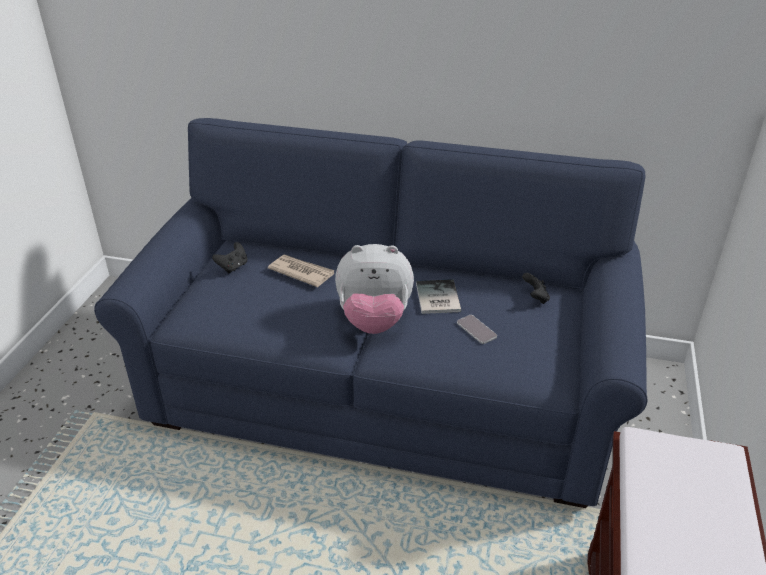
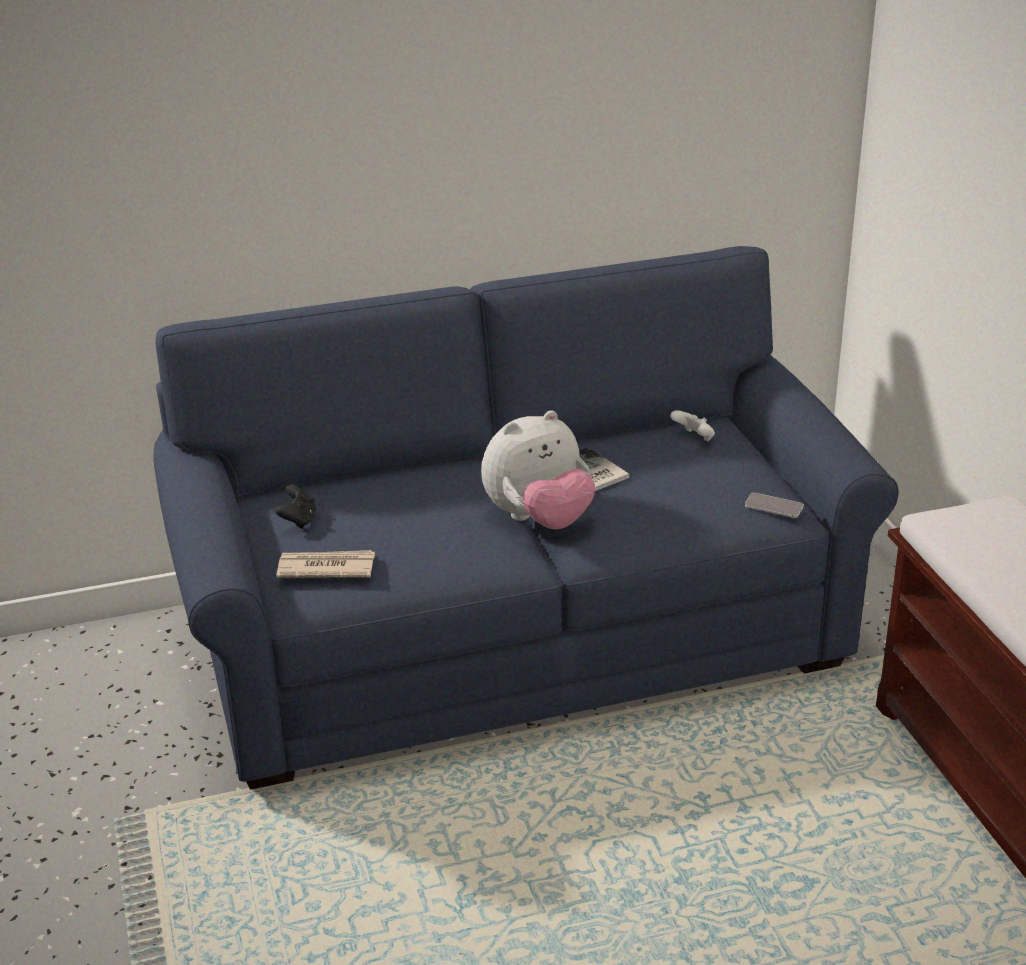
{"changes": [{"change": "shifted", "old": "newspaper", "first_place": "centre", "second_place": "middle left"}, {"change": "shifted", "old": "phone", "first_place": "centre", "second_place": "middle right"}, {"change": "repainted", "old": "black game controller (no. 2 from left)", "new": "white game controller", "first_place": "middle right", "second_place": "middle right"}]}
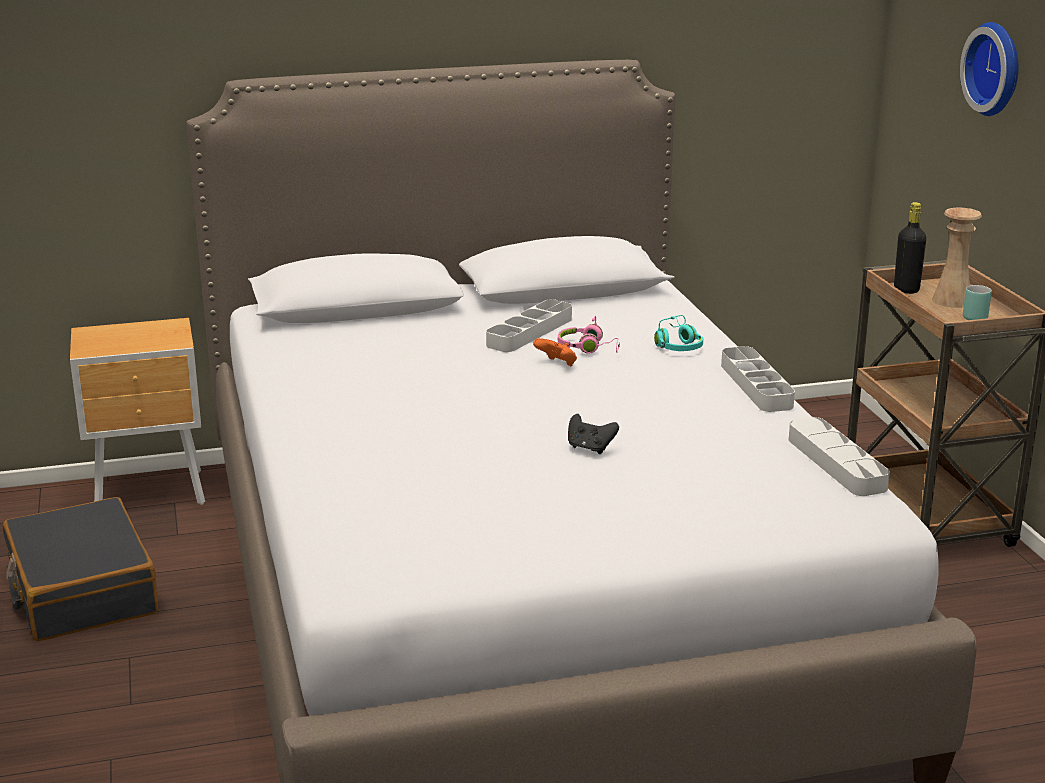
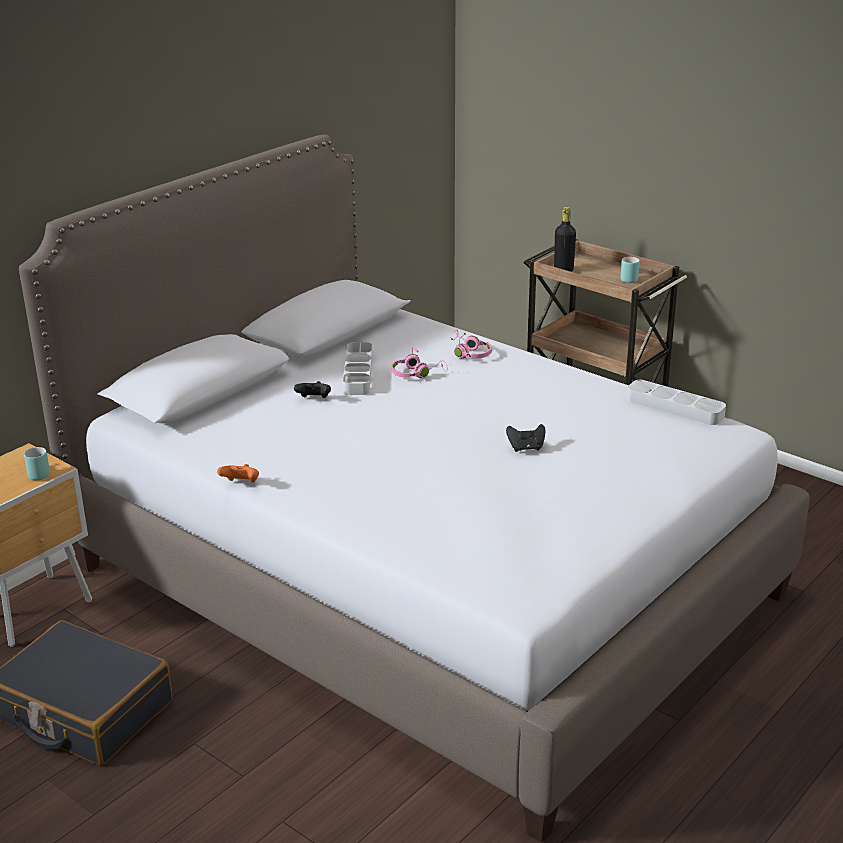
{"changes": [{"change": "gone", "old": "grey tray (no. 2 from left)", "first_place": "middle right"}, {"change": "gone", "old": "beige vase", "first_place": "top right"}, {"change": "gone", "old": "wall clock", "first_place": "top right"}, {"change": "new", "new": "turquoise mug (no. 1 from left)", "second_place": "middle left"}, {"change": "new", "new": "black game controller (no. 1 from left)", "second_place": "centre"}, {"change": "shifted", "old": "orange game controller", "first_place": "centre", "second_place": "middle left"}, {"change": "repainted", "old": "turquoise headphones", "new": "pink headphones (no. 2 from left)", "first_place": "centre", "second_place": "centre"}]}
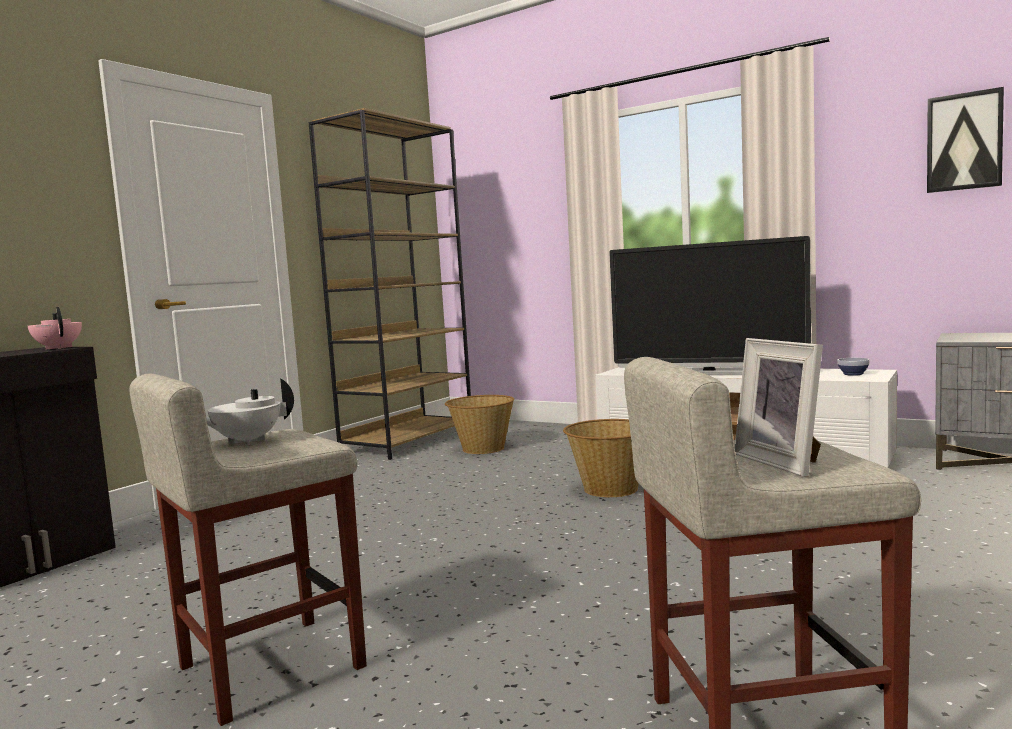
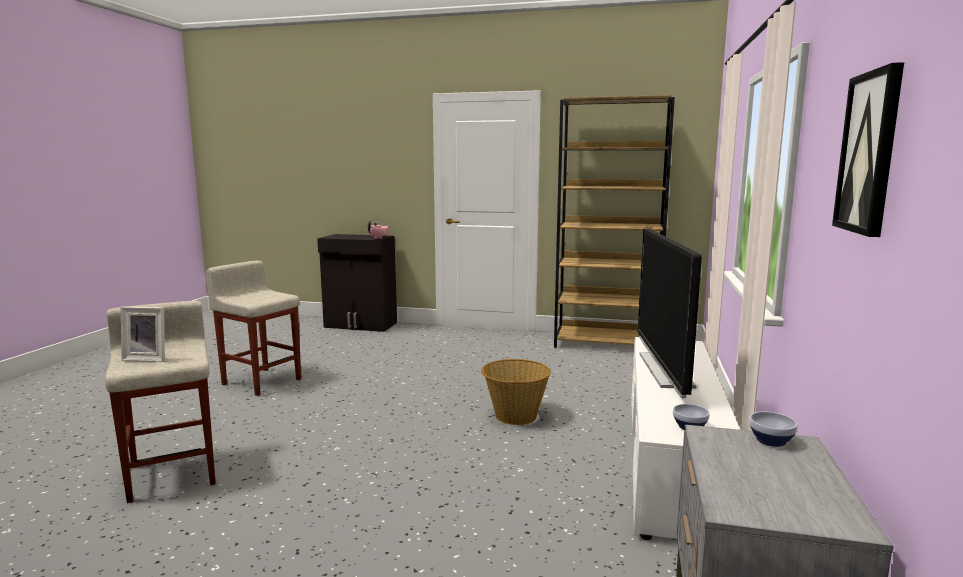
{"changes": [{"change": "gone", "old": "white teapot", "first_place": "middle left"}, {"change": "gone", "old": "basket (no. 1 from left)", "first_place": "centre"}, {"change": "new", "new": "bowl (no. 2 from left)", "second_place": "bottom right"}, {"change": "rotated", "old": "picture frame", "first_place": "middle right", "second_place": "middle left", "degrees": -135}]}
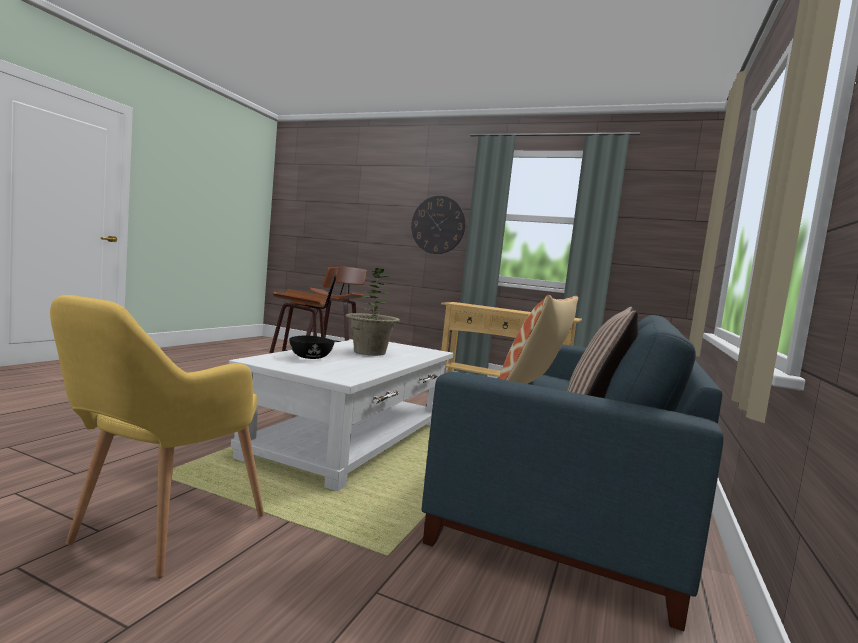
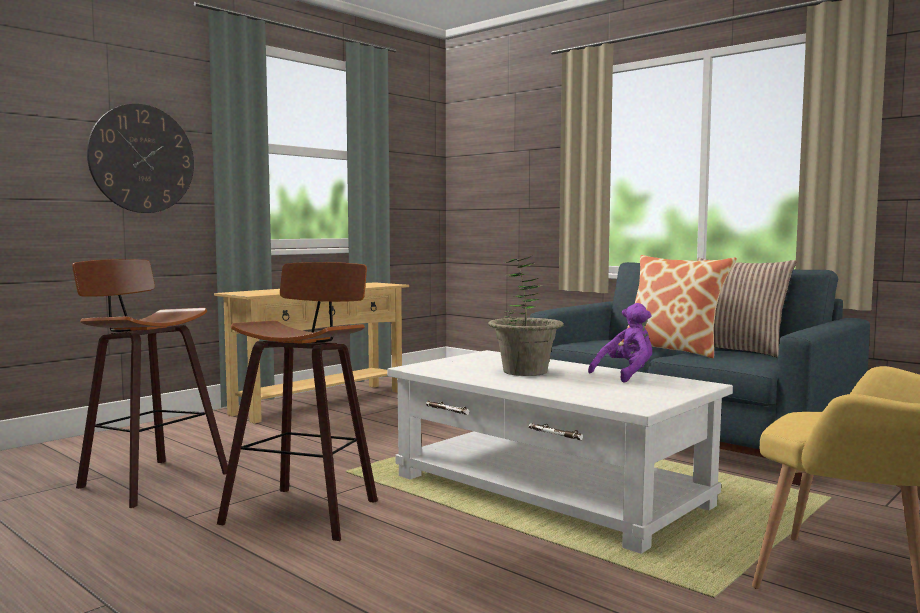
{"changes": [{"change": "gone", "old": "black bowl", "first_place": "centre"}, {"change": "new", "new": "purple plush toy", "second_place": "middle right"}]}
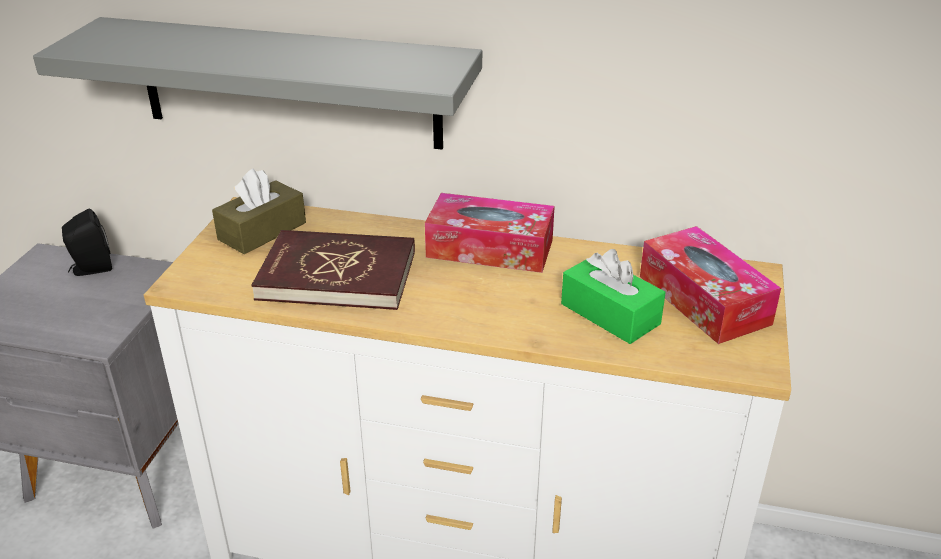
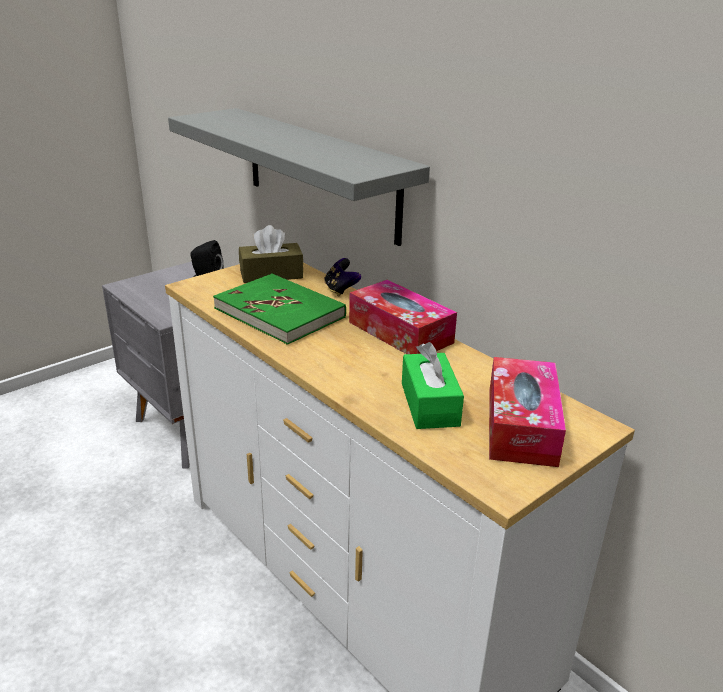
{"changes": [{"change": "new", "new": "game controller", "second_place": "centre"}, {"change": "repainted", "old": "red book", "new": "green book", "first_place": "centre", "second_place": "centre"}]}
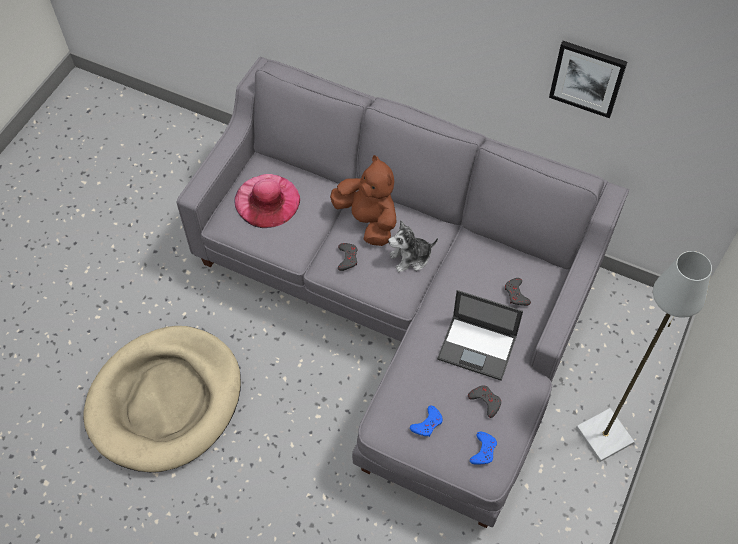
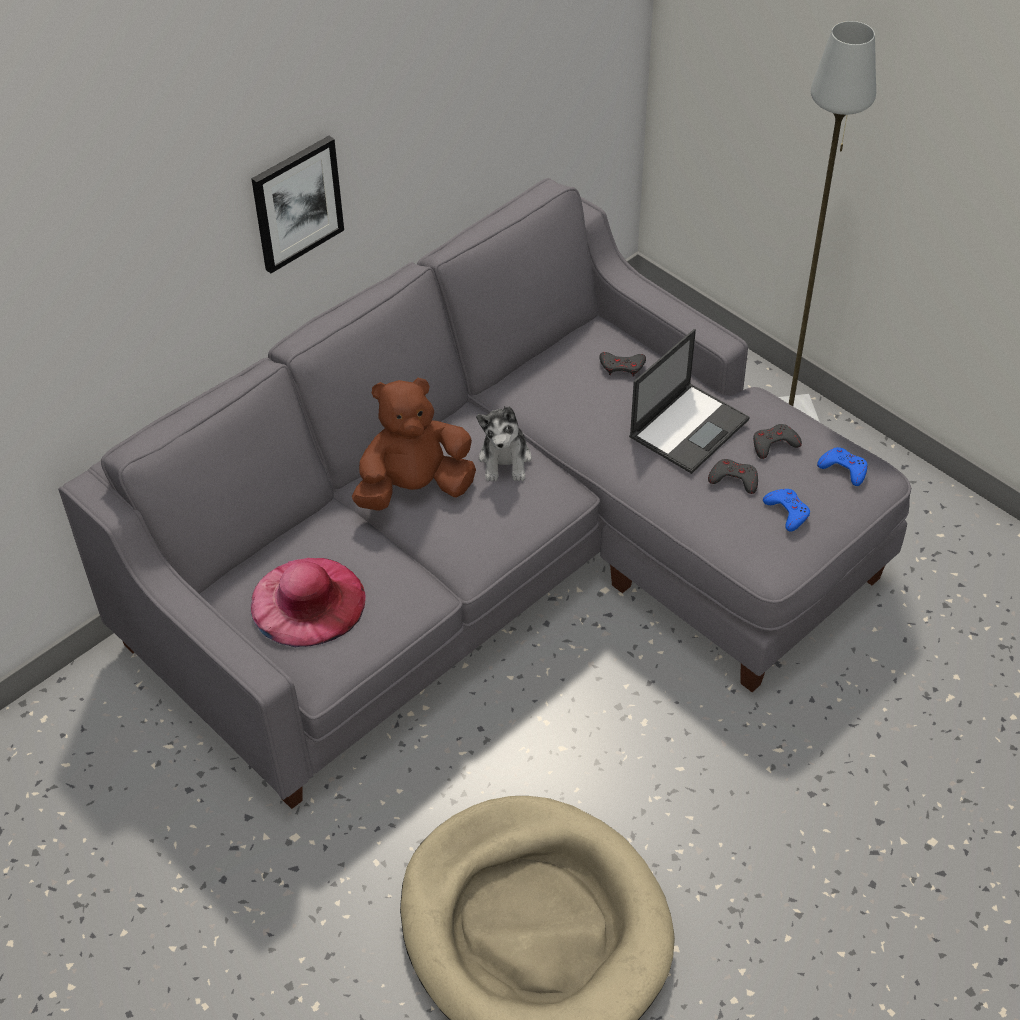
{"changes": [{"change": "shifted", "old": "grey game controller (no. 1 from left in the first image)", "new": "grey game controller (no. 2 from left)", "first_place": "centre", "second_place": "middle right"}, {"change": "shifted", "old": "picture", "first_place": "top right", "second_place": "top left"}]}
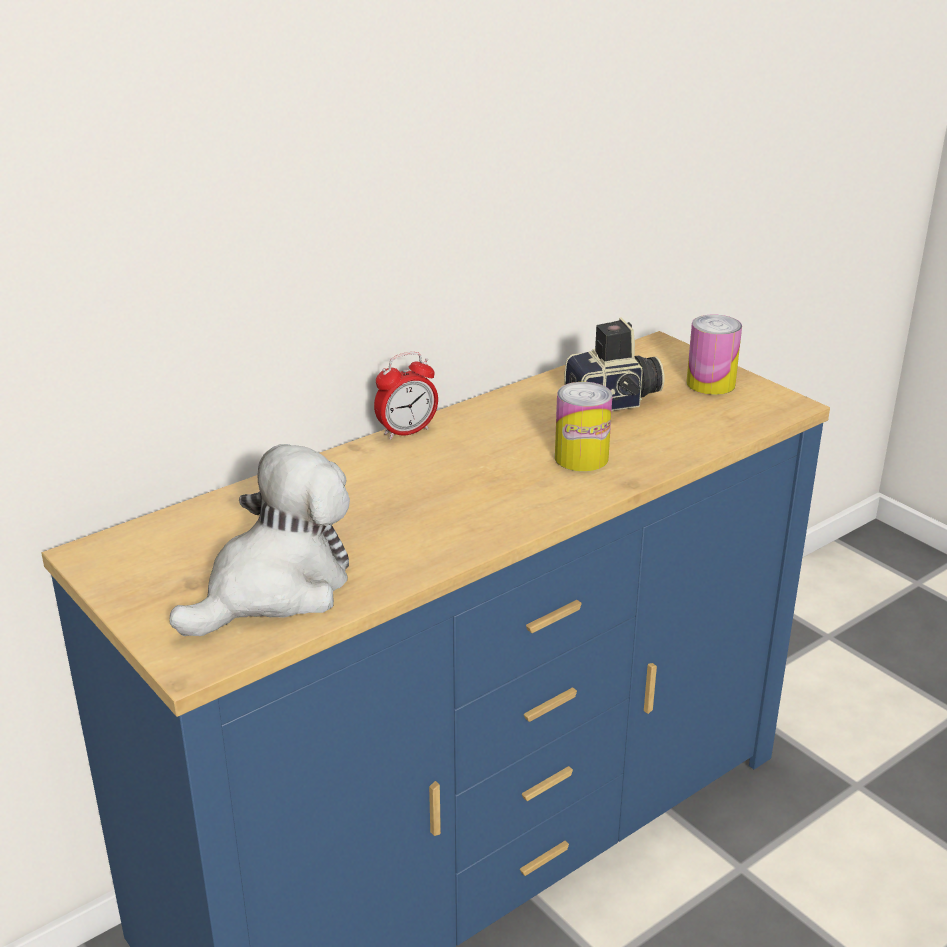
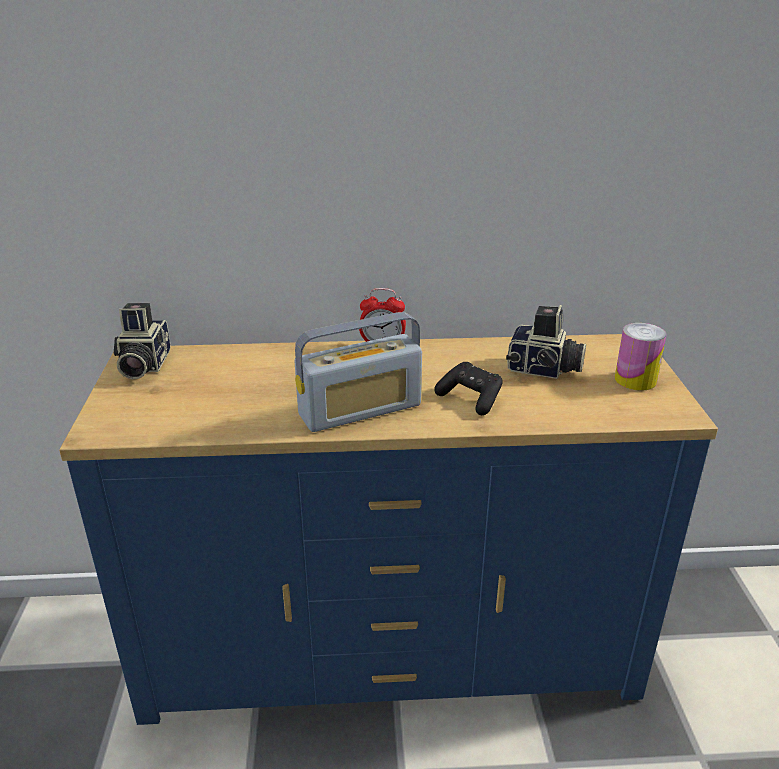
{"changes": [{"change": "gone", "old": "plush toy", "first_place": "middle left"}, {"change": "new", "new": "photo camera (no. 1 from left)", "second_place": "middle left"}, {"change": "new", "new": "radio", "second_place": "centre"}, {"change": "swapped", "old": "can (no. 1 from left)", "new": "black game controller", "first_place": "centre", "second_place": "centre"}]}
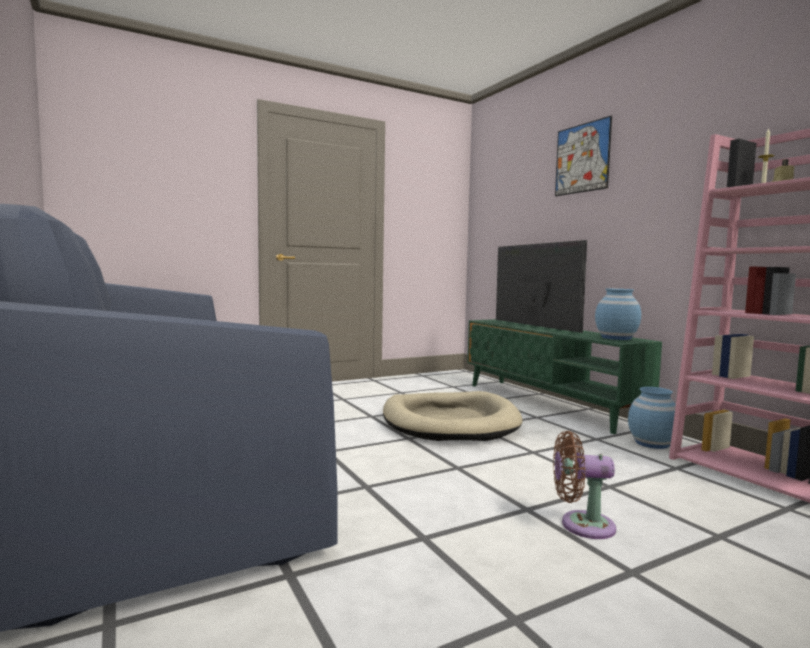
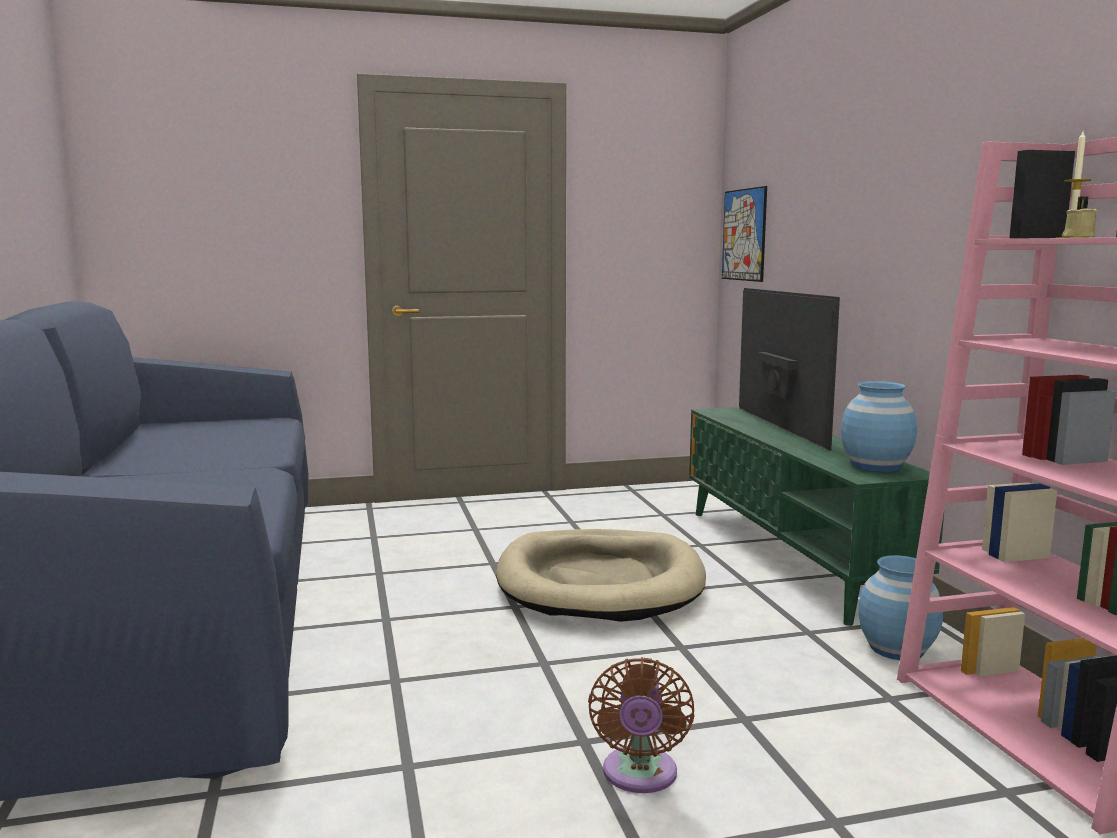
{"changes": [{"change": "shifted", "old": "picture", "first_place": "top right", "second_place": "top centre"}, {"change": "rotated", "old": "brown fan", "first_place": "bottom right", "second_place": "bottom centre", "degrees": -105}]}
